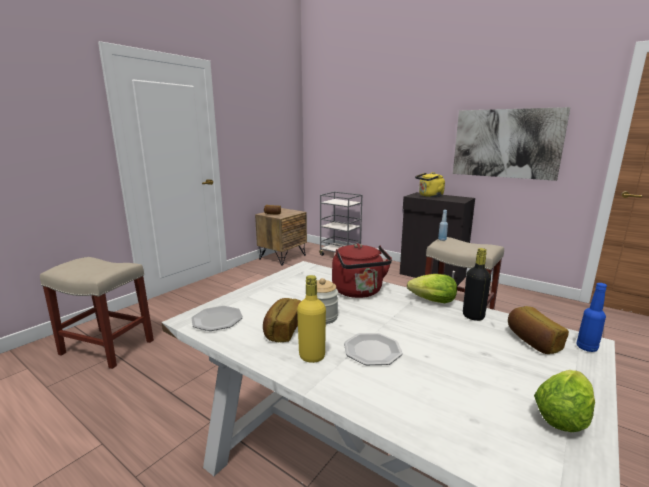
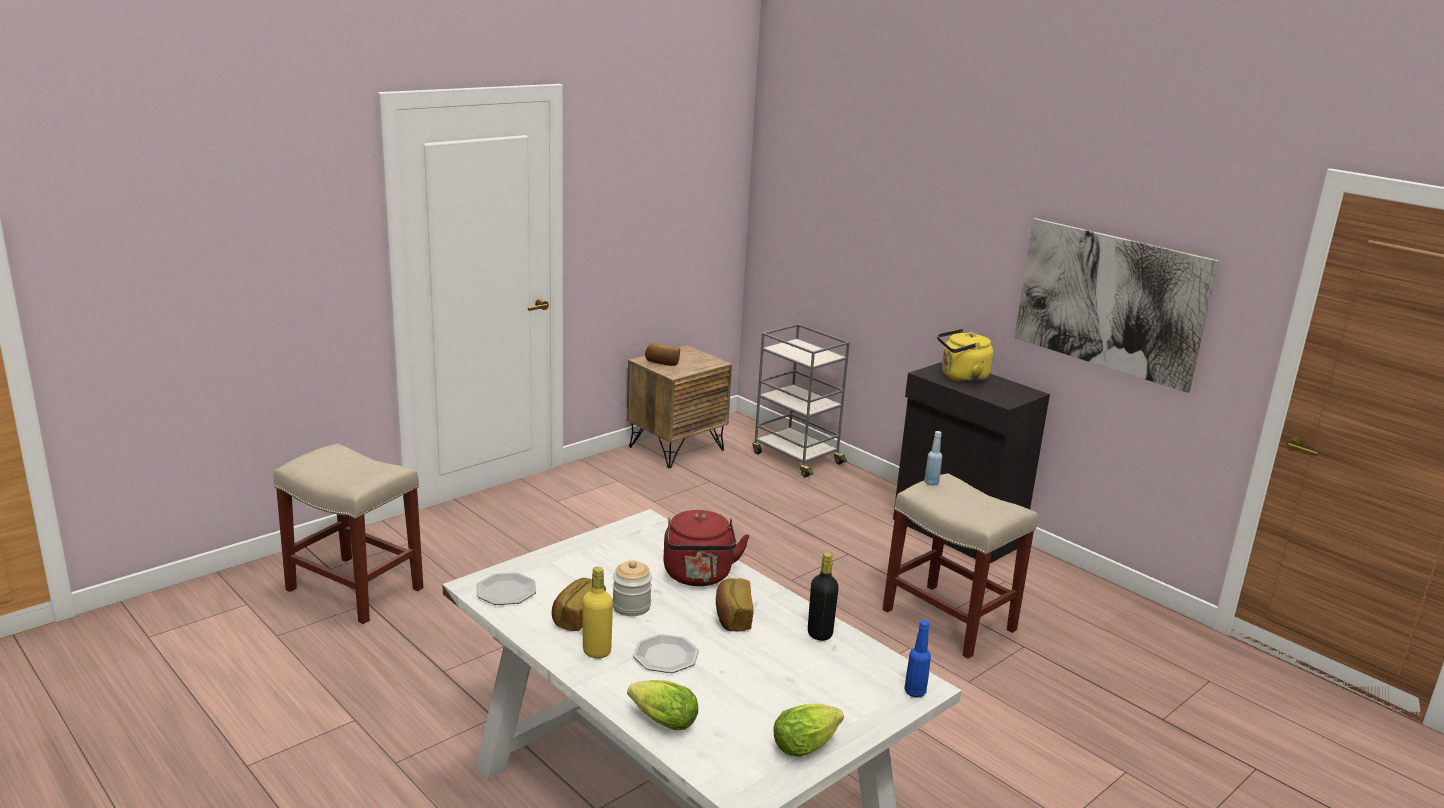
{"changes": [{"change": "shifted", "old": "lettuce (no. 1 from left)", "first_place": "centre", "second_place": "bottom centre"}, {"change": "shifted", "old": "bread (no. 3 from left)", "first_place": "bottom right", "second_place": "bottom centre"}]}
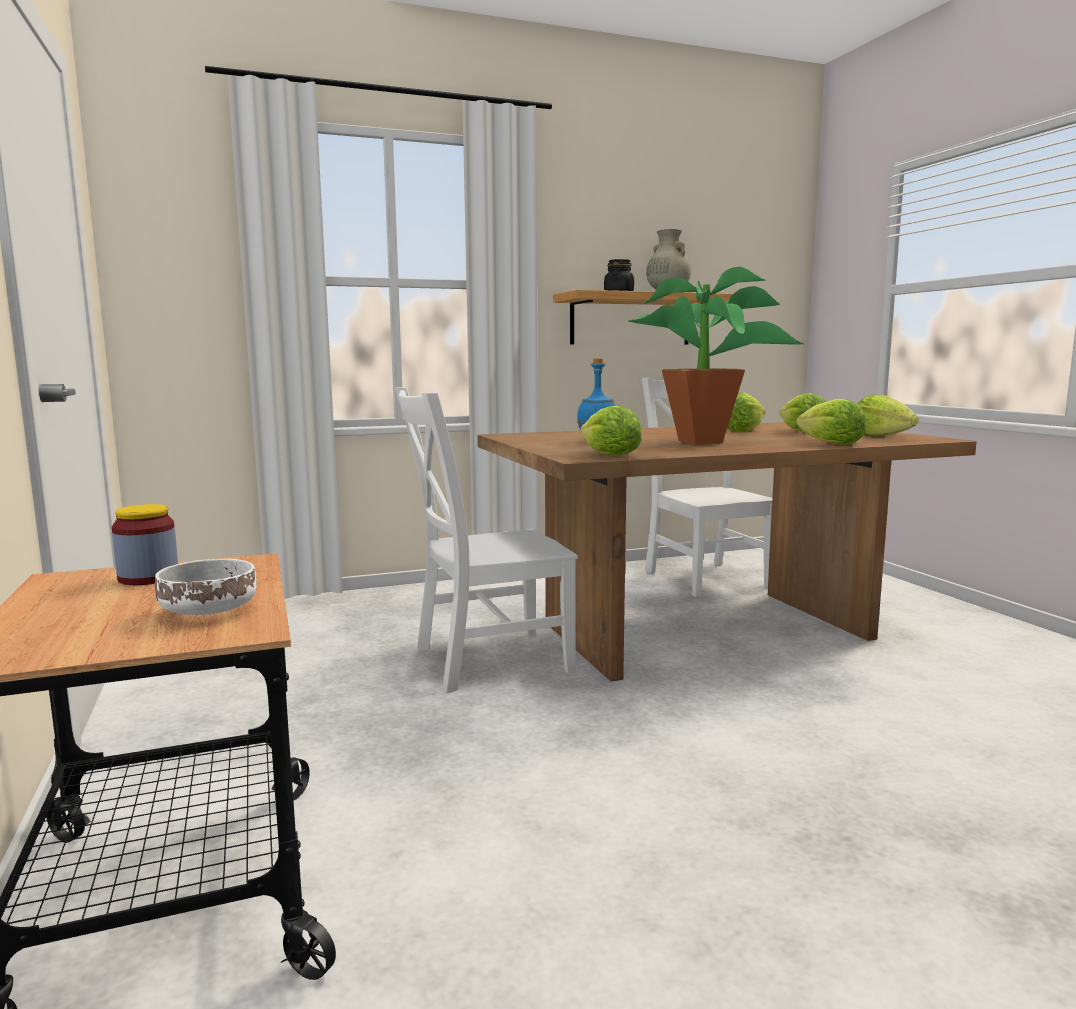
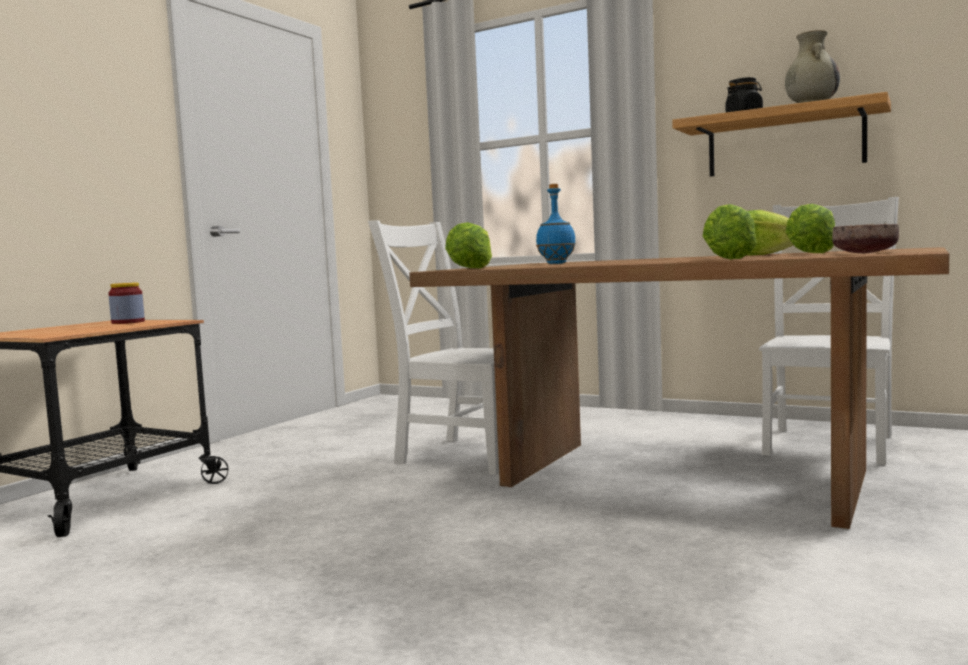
{"changes": [{"change": "gone", "old": "white bowl", "first_place": "middle left"}, {"change": "gone", "old": "potted plant", "first_place": "centre"}, {"change": "swapped", "old": "lettuce (no. 5 from left)", "new": "brown bowl", "first_place": "middle right", "second_place": "middle right"}]}
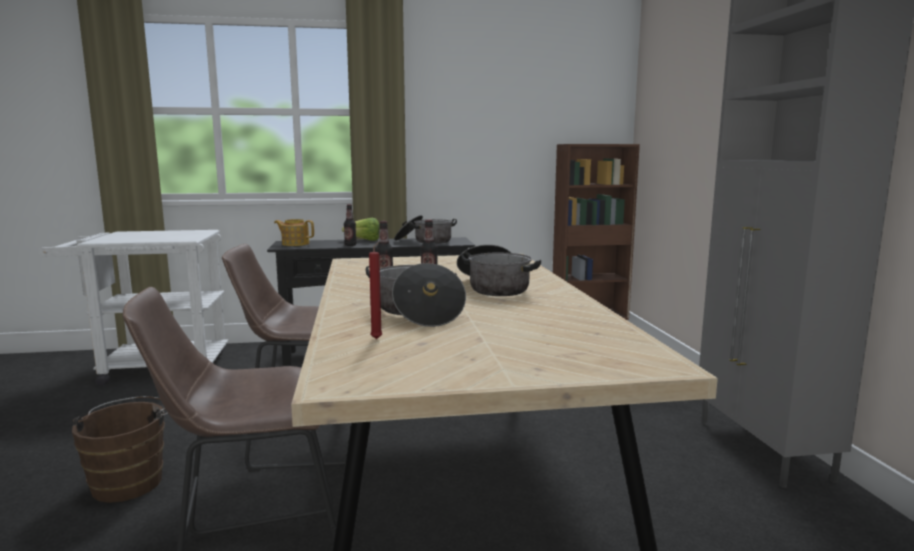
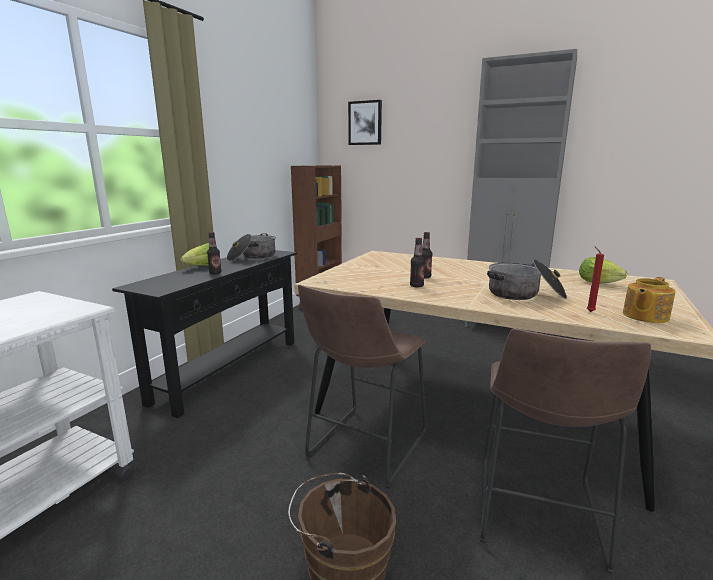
{"changes": [{"change": "gone", "old": "cooking pot (no. 3 from left)", "first_place": "centre"}, {"change": "new", "new": "picture", "second_place": "top centre"}, {"change": "new", "new": "lettuce (no. 2 from left)", "second_place": "middle right"}, {"change": "shifted", "old": "teapot", "first_place": "middle left", "second_place": "middle right"}]}
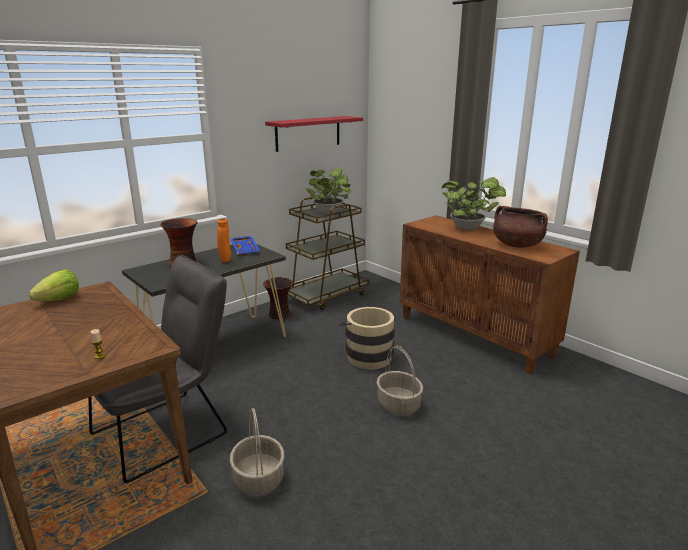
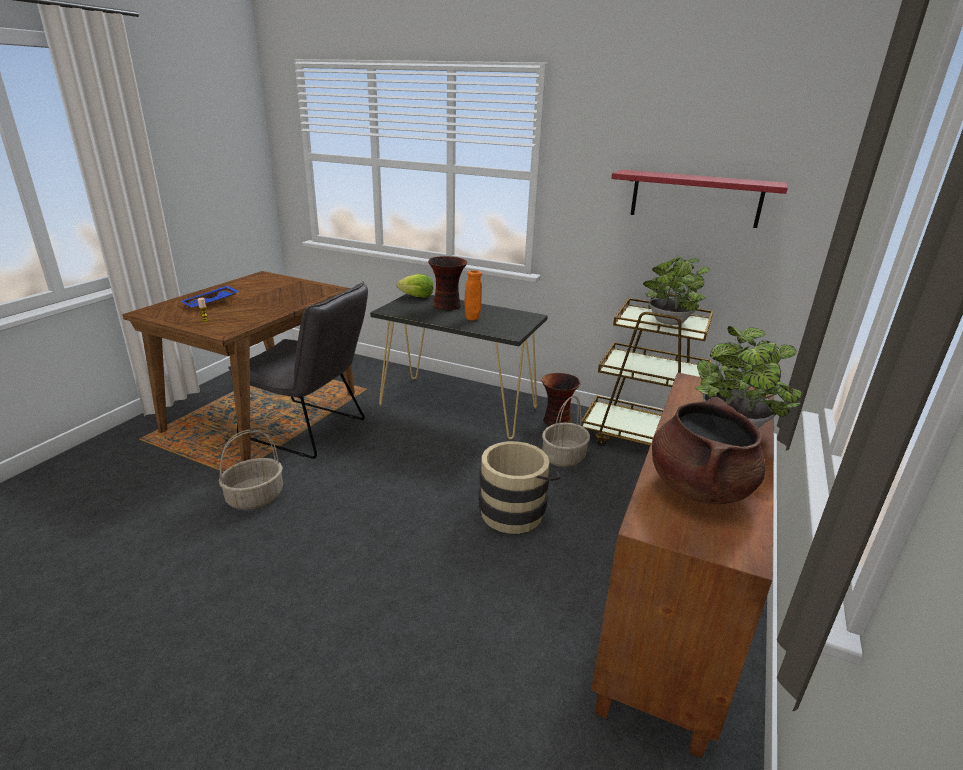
{"changes": [{"change": "shifted", "old": "lettuce", "first_place": "middle left", "second_place": "centre"}, {"change": "shifted", "old": "blue tray", "first_place": "centre", "second_place": "middle left"}, {"change": "shifted", "old": "basket (no. 2 from left)", "first_place": "bottom centre", "second_place": "centre"}]}
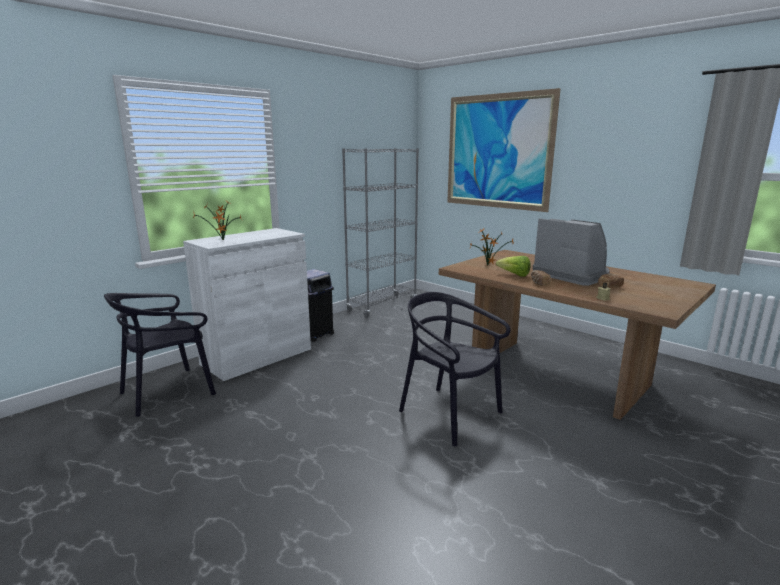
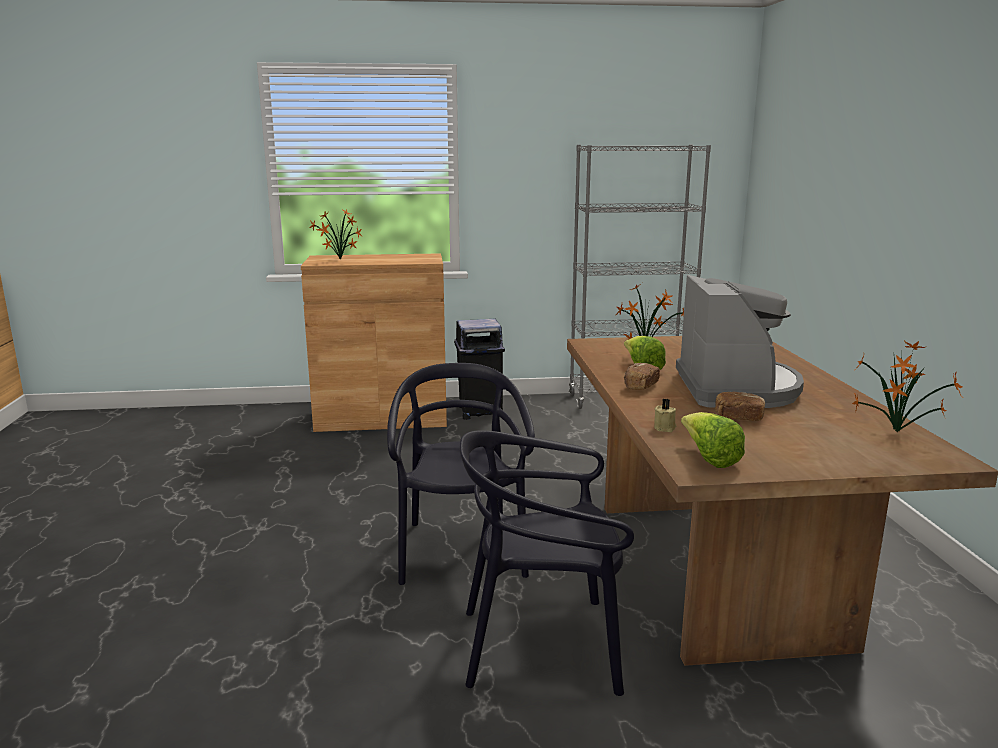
{"changes": [{"change": "gone", "old": "picture", "first_place": "top centre"}, {"change": "new", "new": "lettuce (no. 2 from left)", "second_place": "middle right"}, {"change": "new", "new": "potted plant (no. 3 from left)", "second_place": "middle right"}, {"change": "shifted", "old": "black chair (no. 1 from left in the first image)", "new": "black chair (no. 2 from left)", "first_place": "middle left", "second_place": "bottom centre"}, {"change": "repainted", "old": "white cabinet", "new": "brown cabinet", "first_place": "middle left", "second_place": "centre"}]}
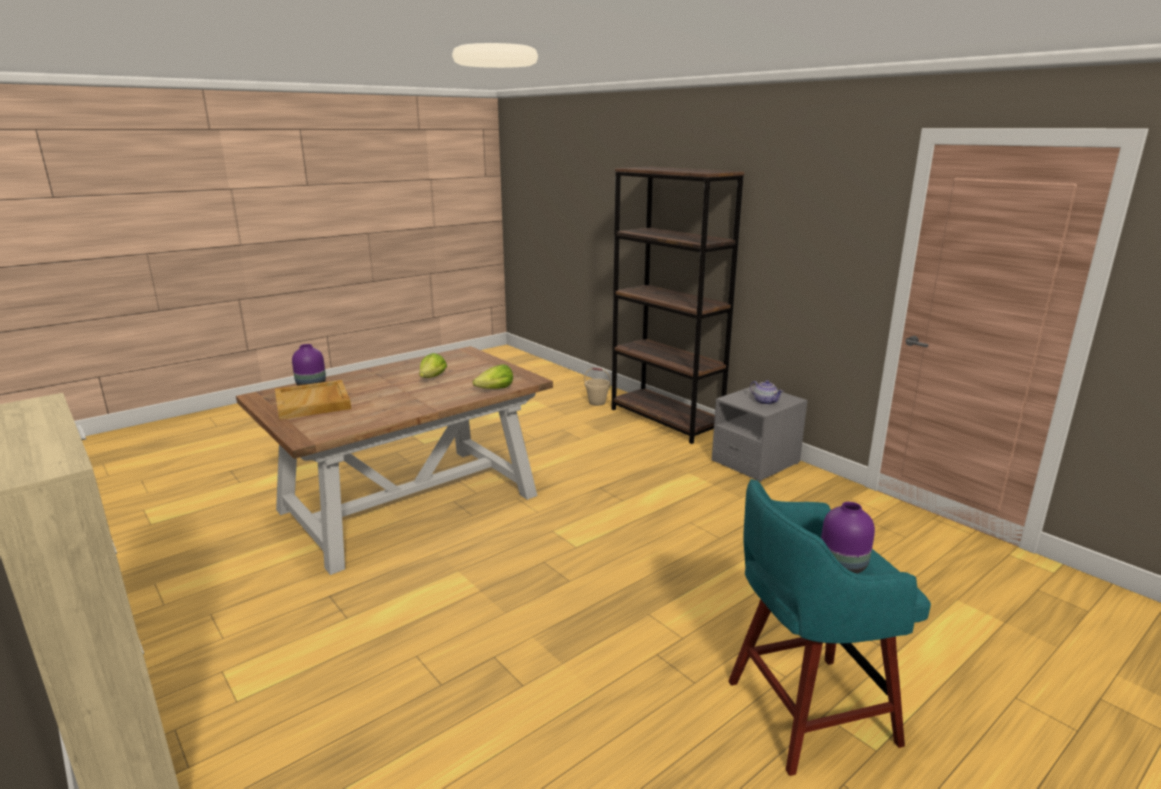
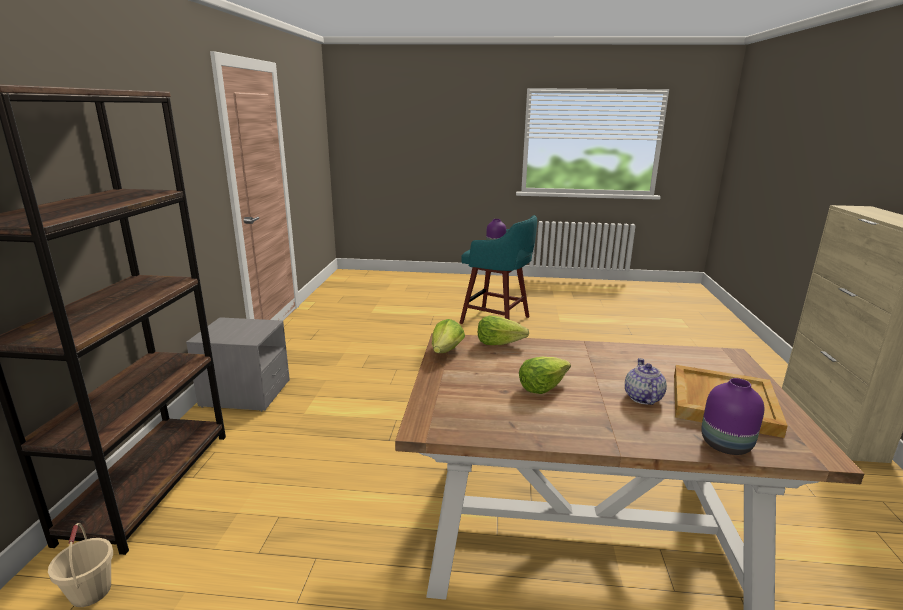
{"changes": [{"change": "new", "new": "lettuce (no. 1 from left)", "second_place": "centre"}, {"change": "shifted", "old": "teapot", "first_place": "centre", "second_place": "middle right"}]}
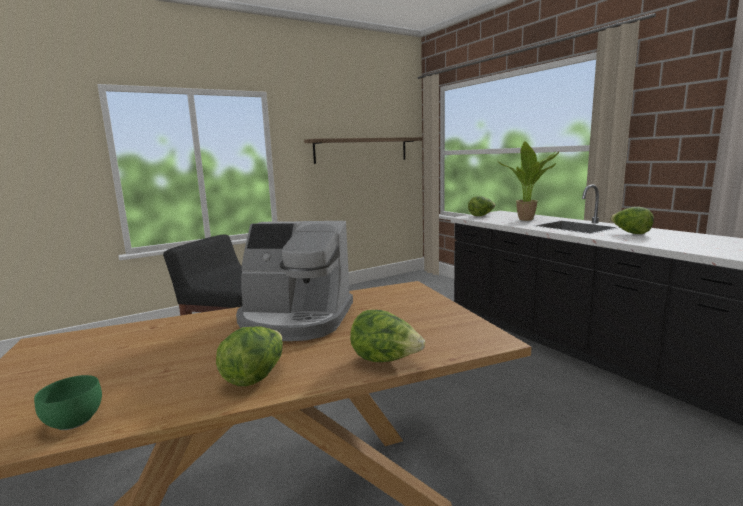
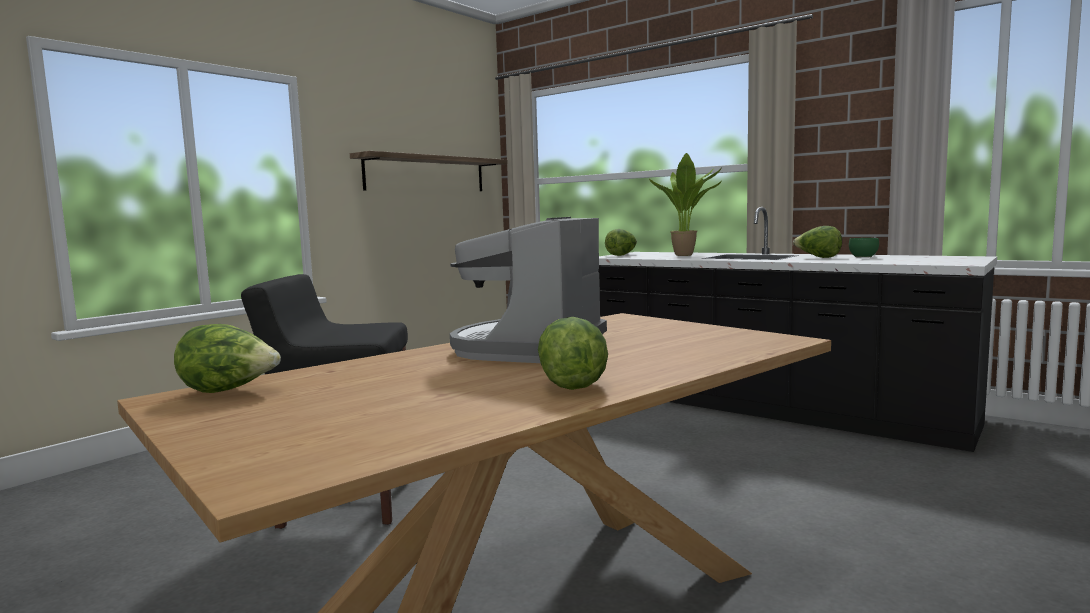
{"changes": [{"change": "shifted", "old": "green bowl", "first_place": "bottom left", "second_place": "middle right"}, {"change": "shifted", "old": "lettuce (no. 2 from left in the first image)", "new": "lettuce (no. 1 from left)", "first_place": "centre", "second_place": "middle left"}, {"change": "rotated", "old": "coffee machine", "first_place": "centre", "second_place": "centre", "degrees": 120}]}
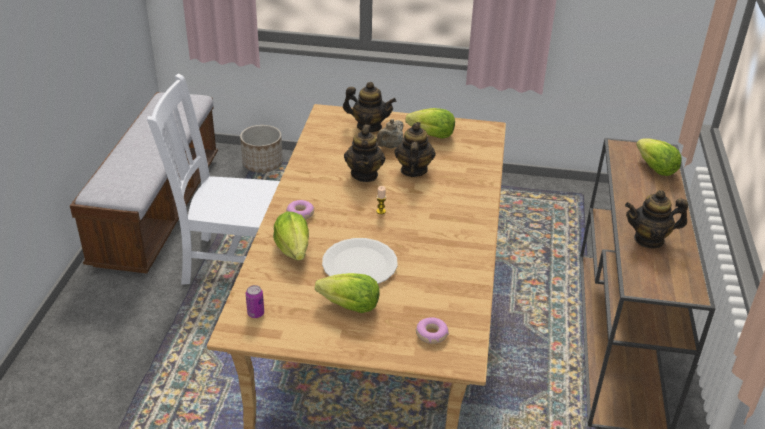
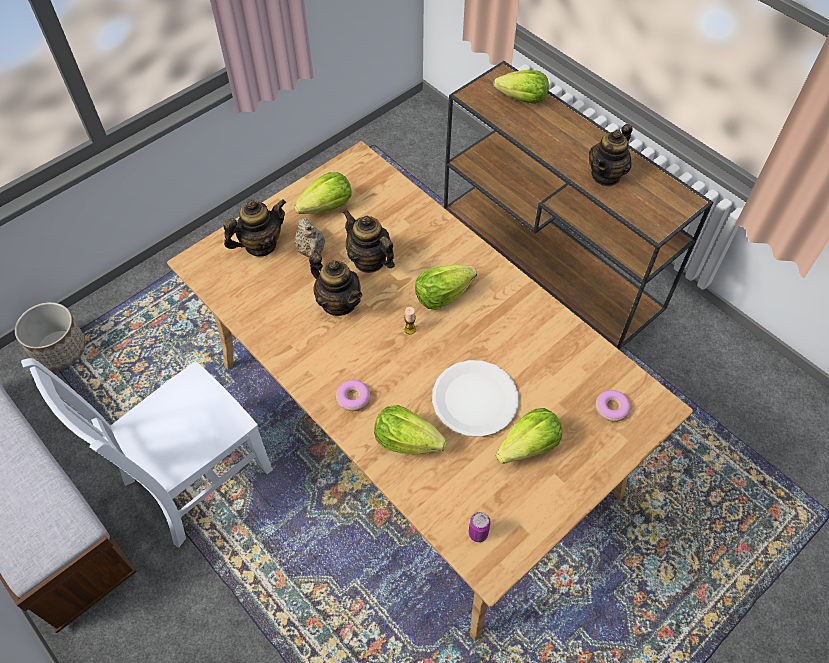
{"changes": [{"change": "new", "new": "lettuce (no. 3 from left)", "second_place": "centre"}]}
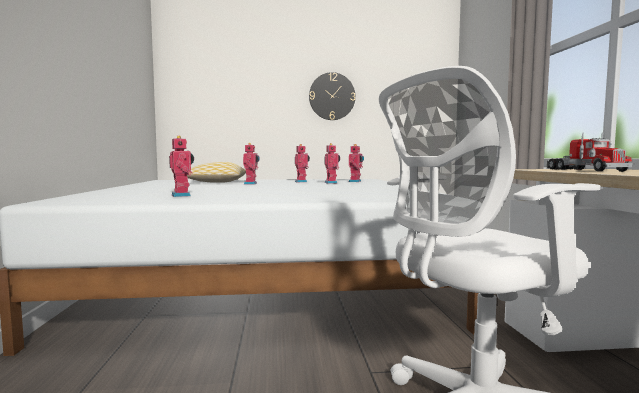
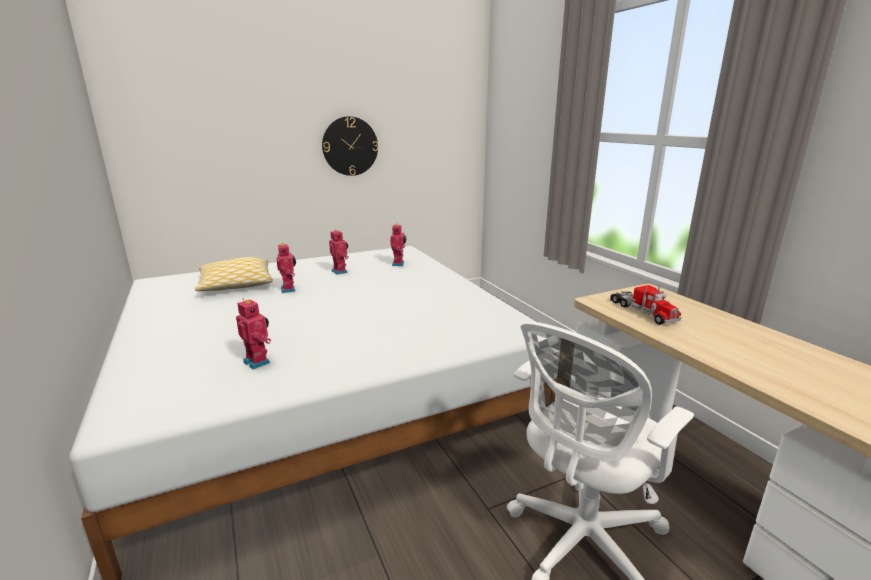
{"changes": [{"change": "gone", "old": "toy robot (no. 4 from left)", "first_place": "centre"}]}
